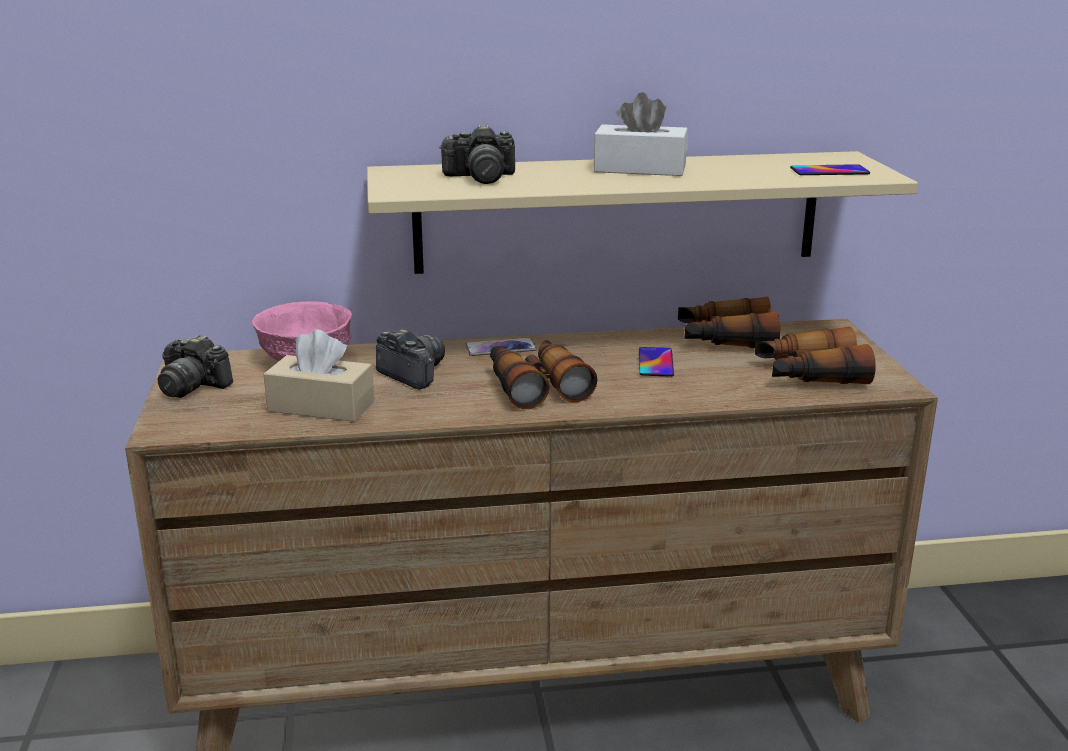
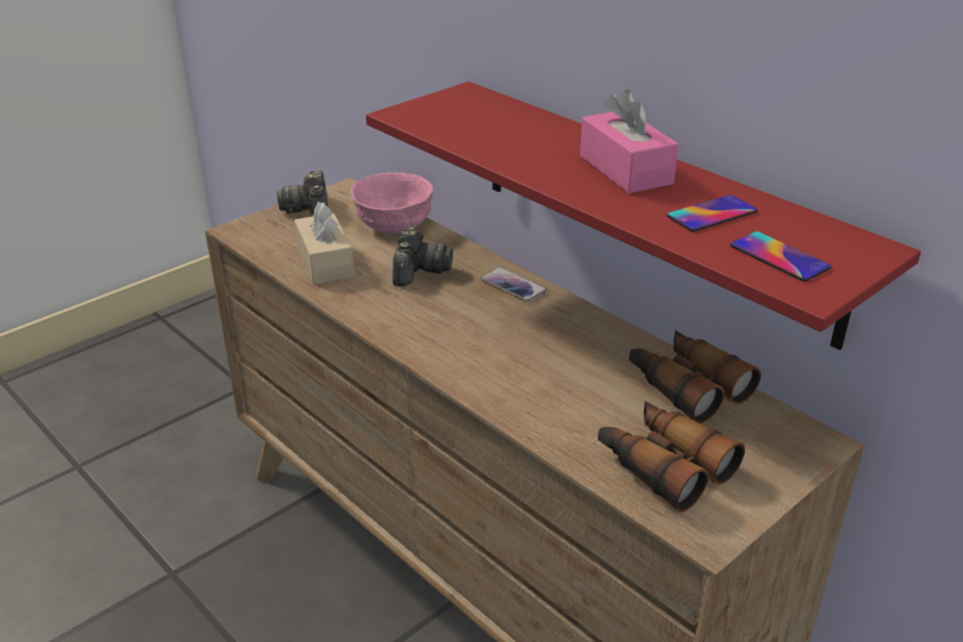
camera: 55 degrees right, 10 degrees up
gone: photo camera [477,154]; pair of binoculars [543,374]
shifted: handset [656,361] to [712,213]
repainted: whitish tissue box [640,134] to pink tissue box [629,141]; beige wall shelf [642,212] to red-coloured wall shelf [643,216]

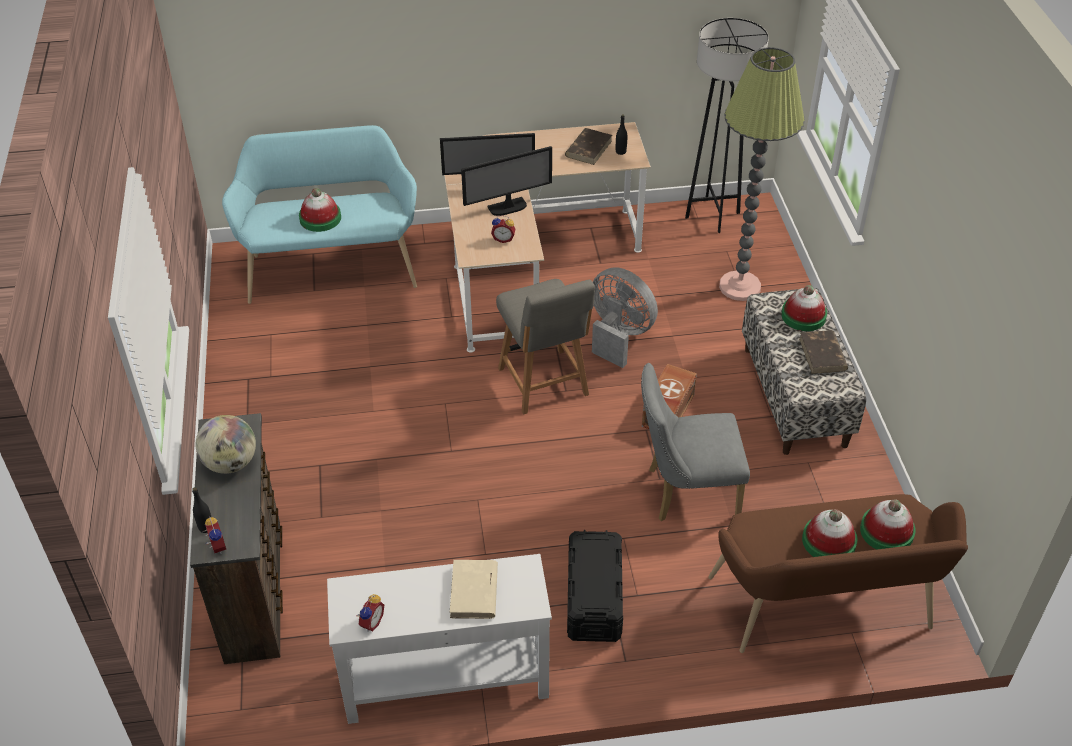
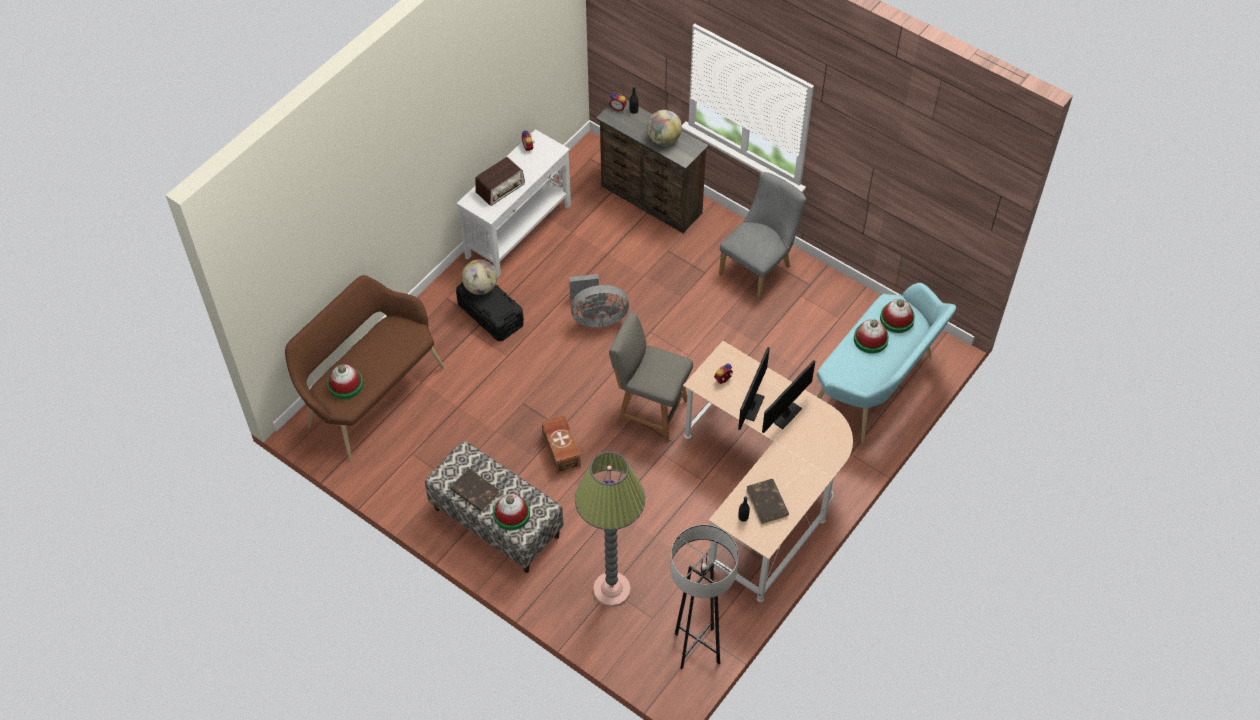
camera: 135 degrees right, 10 degrees up
new: globe [479,277]
shifted: grey fan [625,317] to [599,300]; grey chair [695,442] to [762,236]; clothing hat [829,533] to [897,316]
swapped: beige bound book [474,589] to radio [500,181]

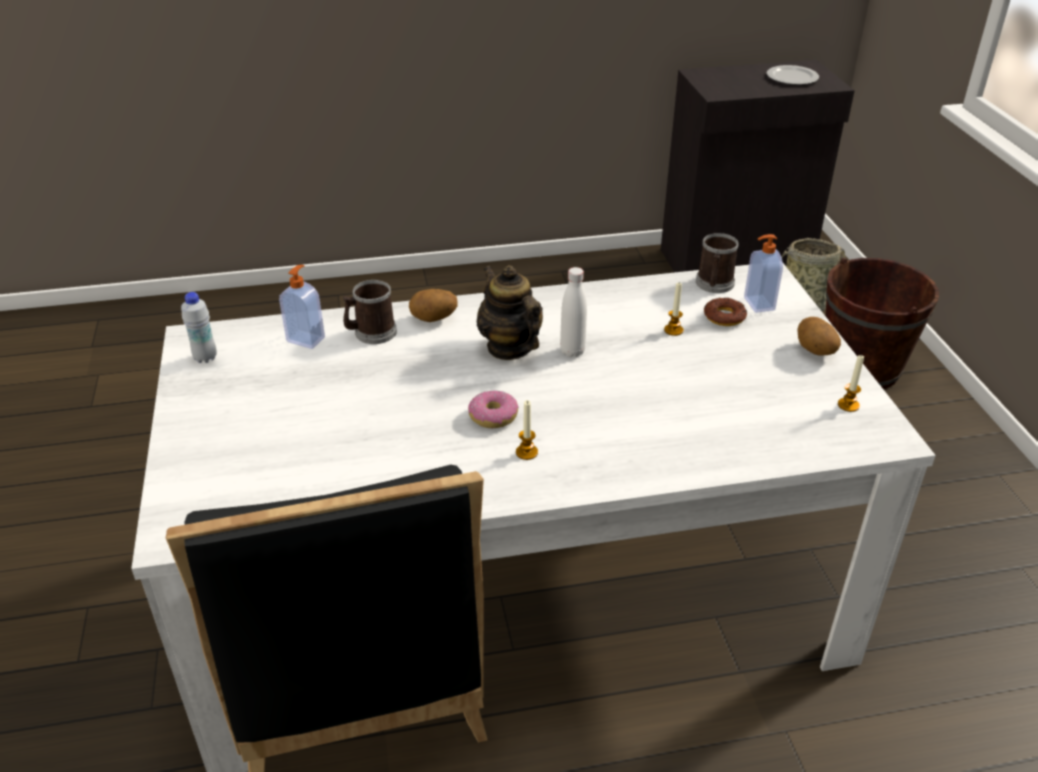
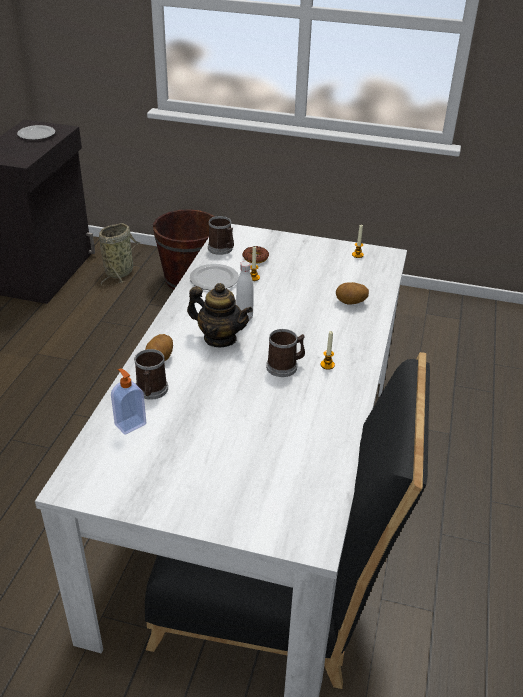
camera: 65 degrees left, 0 degrees up
gone: liquid soap bottle [763,273]; whitish drink bottle [199,327]
new: dinner plate [214,277]
shifted: whole potato [819,336] to [352,293]
swapped: doughnut [493,409] to tea mug [285,353]
rotated: pot for tea [510,312] = [220,315] 150 degrees counterclockwise

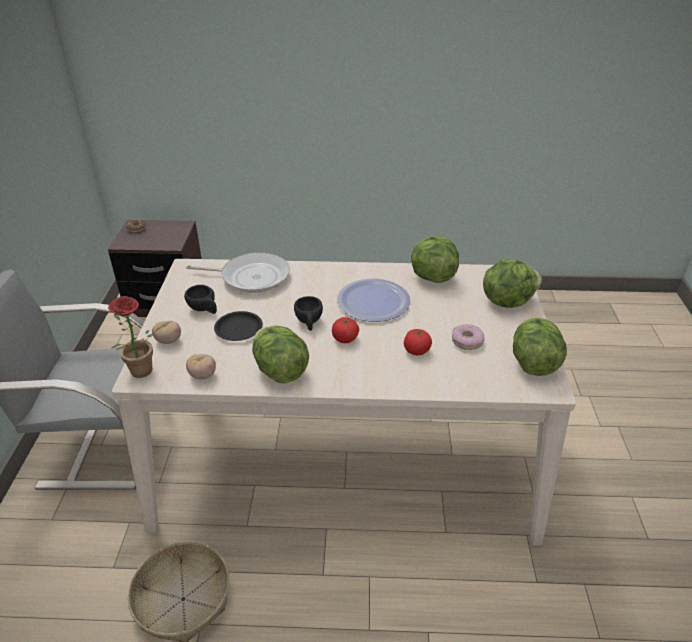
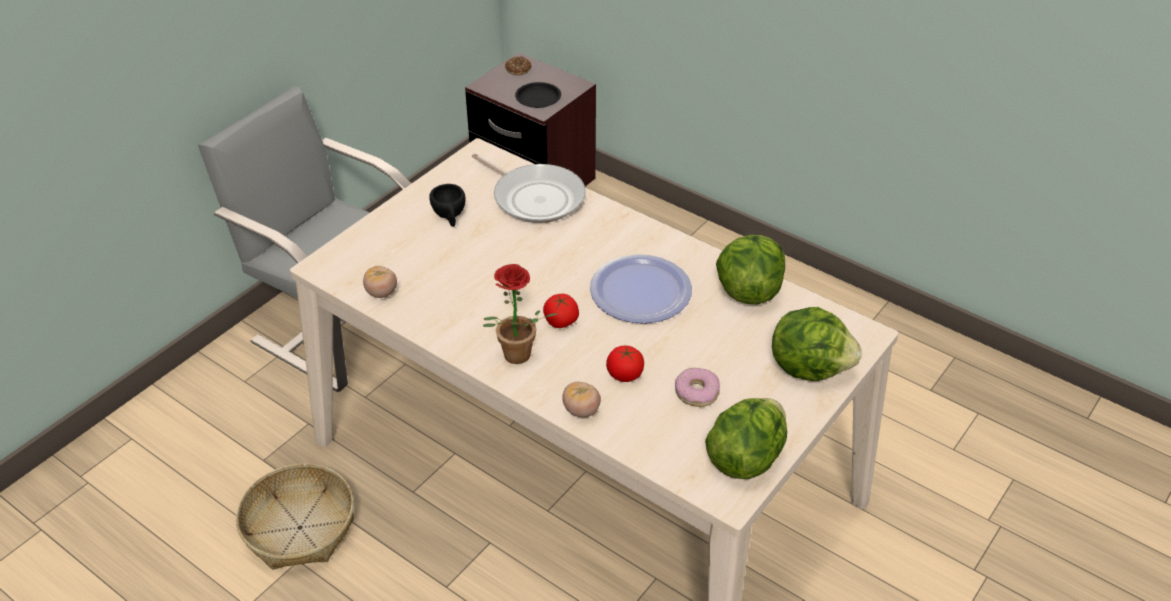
camera: 35 degrees right, 5 degrees up
gone: blackish small cup [308,313]; head of lettuce [280,354]
shifted: houseplant [136,337] to [520,314]; blackish dinner plate [238,326] to [538,95]; fresh tomato [166,332] to [582,399]

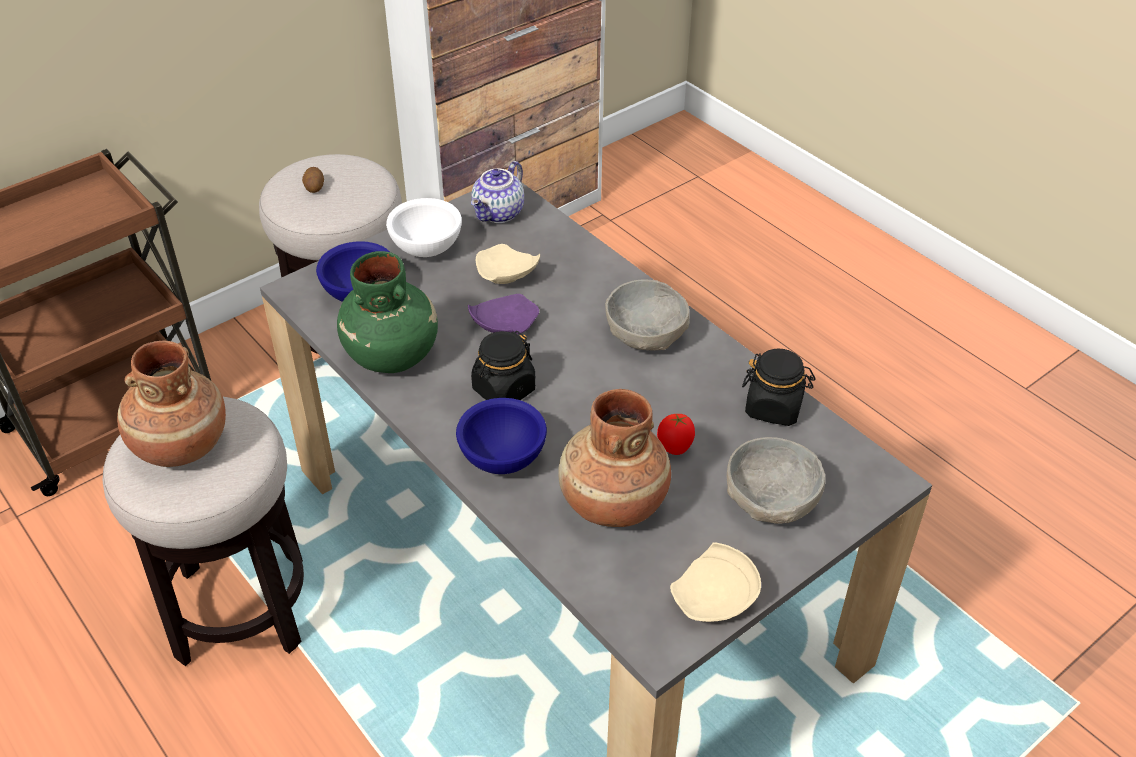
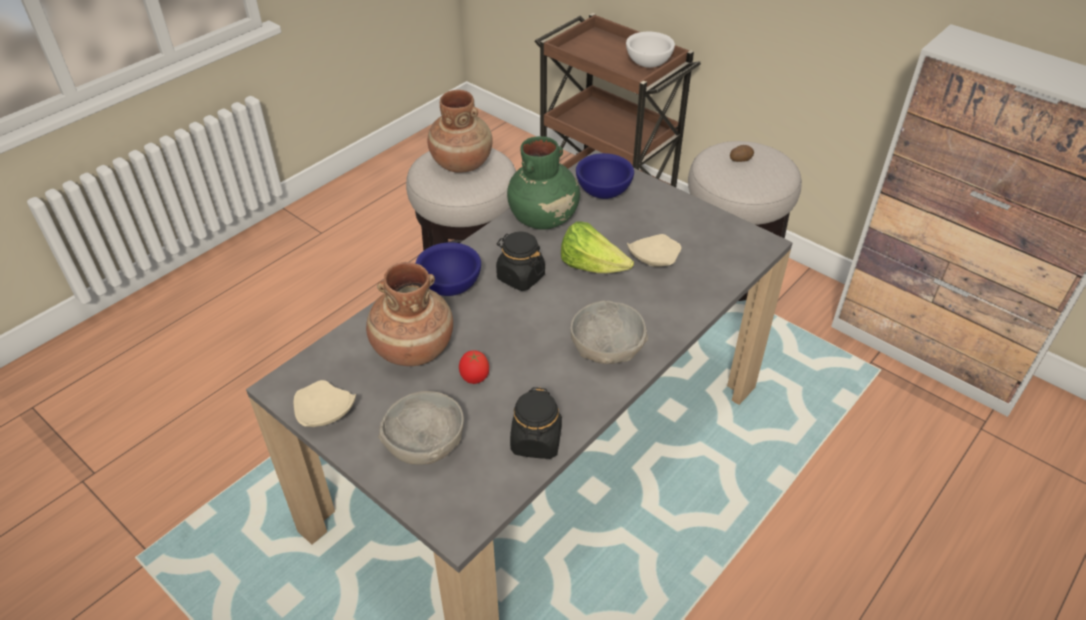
camera: 80 degrees right, 0 degrees up
gone: pot for tea [497,192]
shifted: whitish serving bowl [424,227] to [650,50]
swapped: purple dinner plate [503,314] to head of lettuce [597,247]

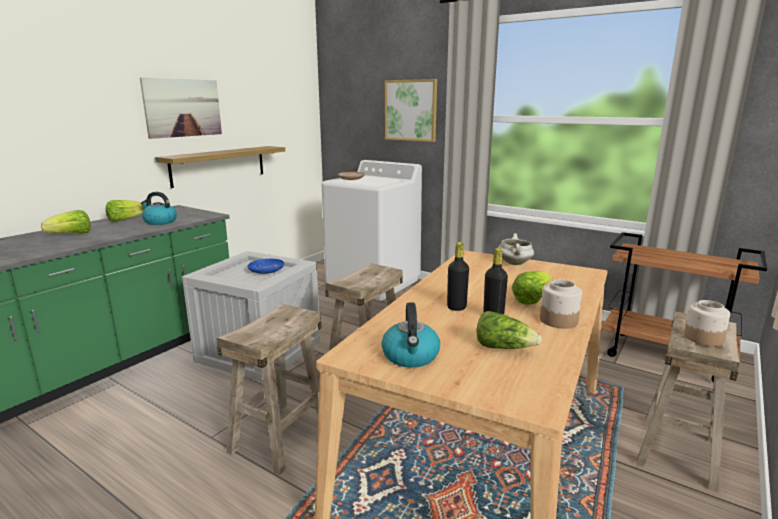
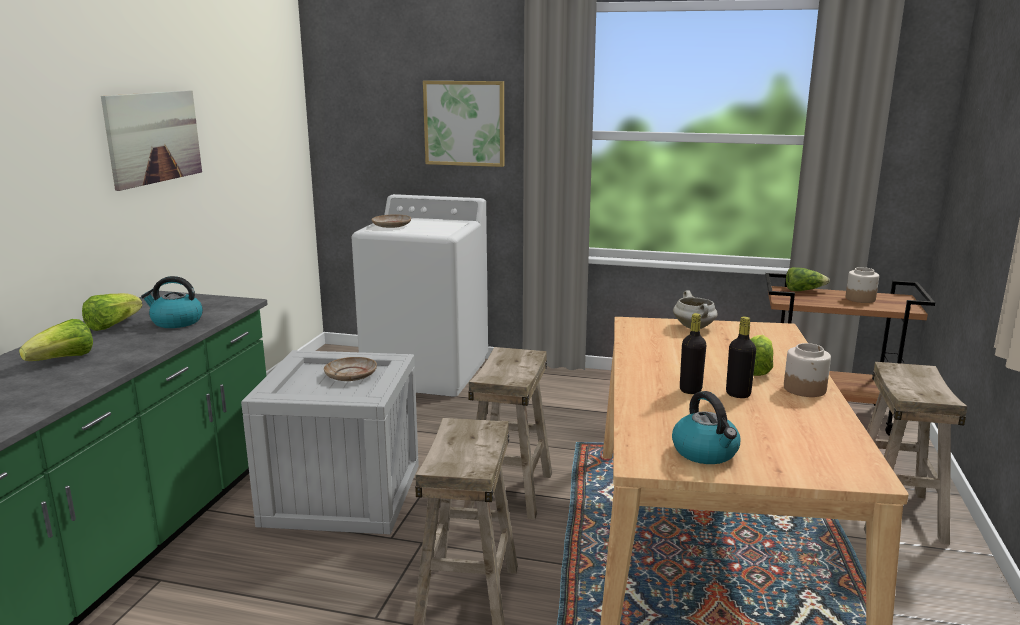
camera: 20 degrees left, 0 degrees up
gone: wall shelf [220,167]
shifted: storage jar [707,323] to [862,285]; head of lettuce [509,330] to [808,279]
repainted: blue-coloured dinner plate [265,266] to beige dinner plate [350,369]

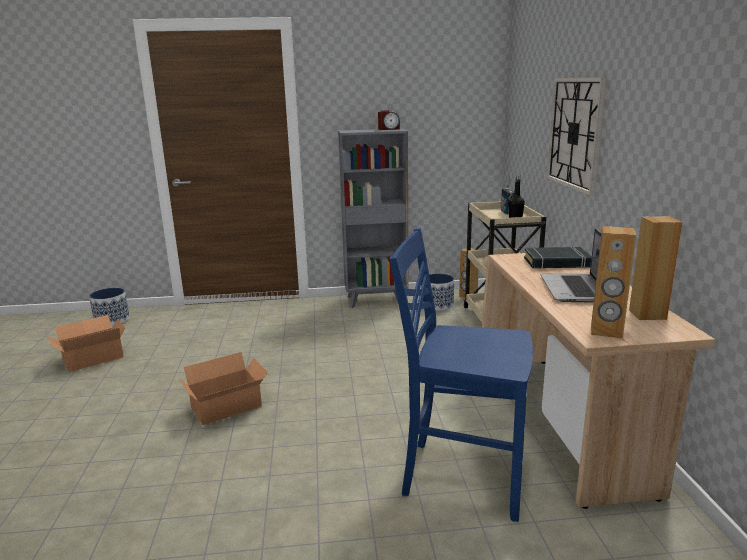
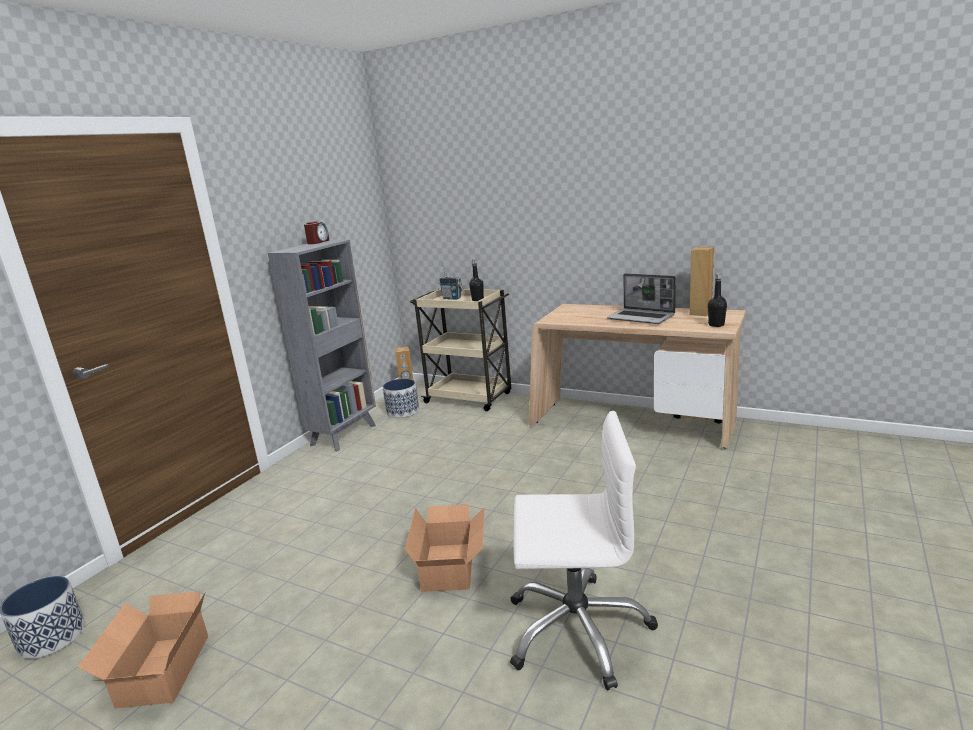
camera: 55 degrees left, 0 degrees up
gone: hanging clock [576,136]; blue-coloured chair [461,375]; blackish bound book [558,258]
new: whitish office chair [584,550]
swapped: brownish audio speaker [613,282] to blackish drink bottle [717,300]

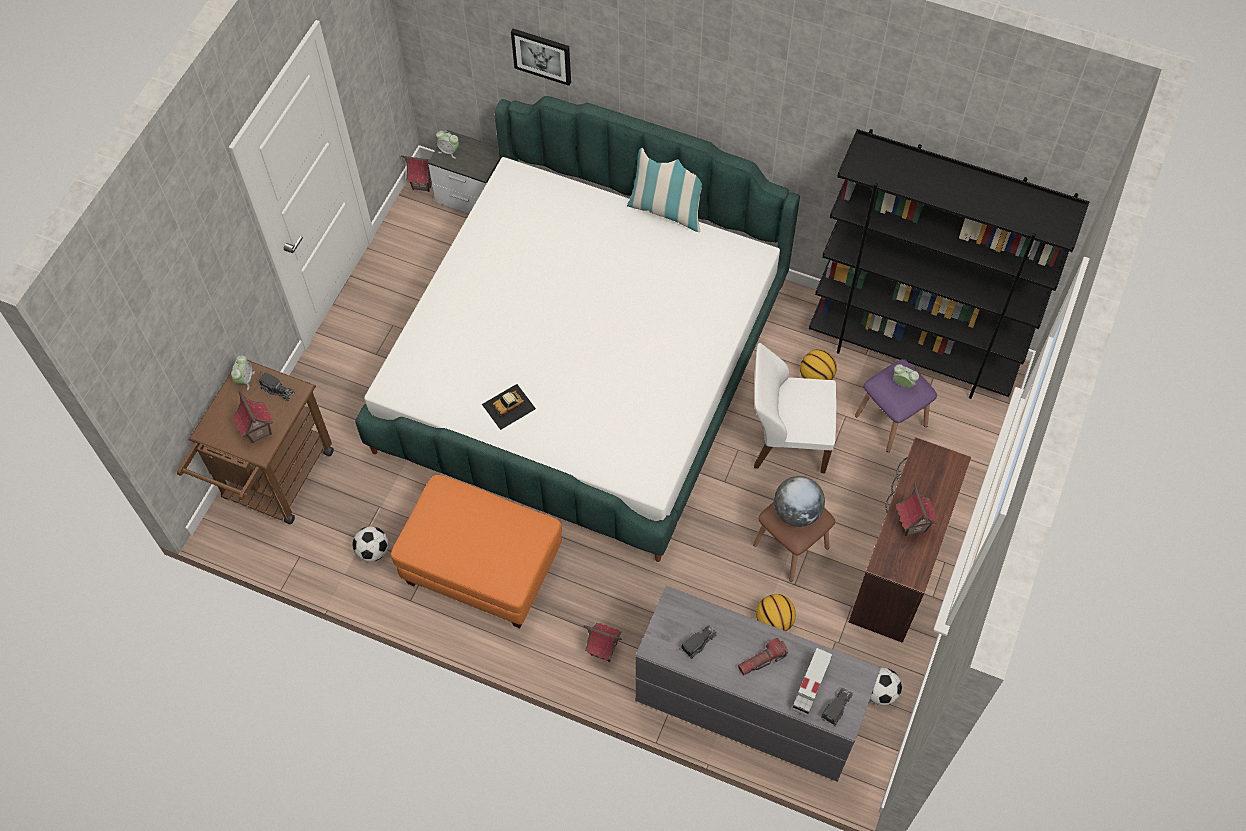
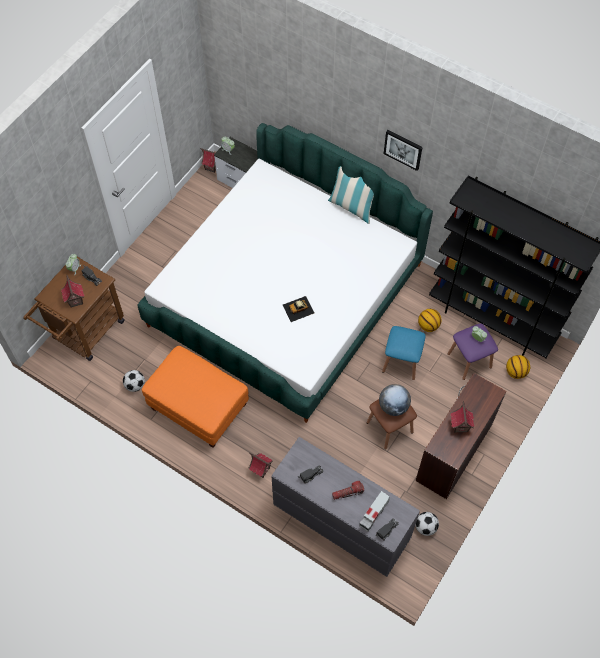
camera: 10 degrees right, 0 degrees up
shifted: picture [541,57] to [403,150]; model car [509,407] to [298,309]; basketball [776,612] to [518,367]
swapped: whitish chair [795,408] to blue-coloured sitting stool [403,353]

